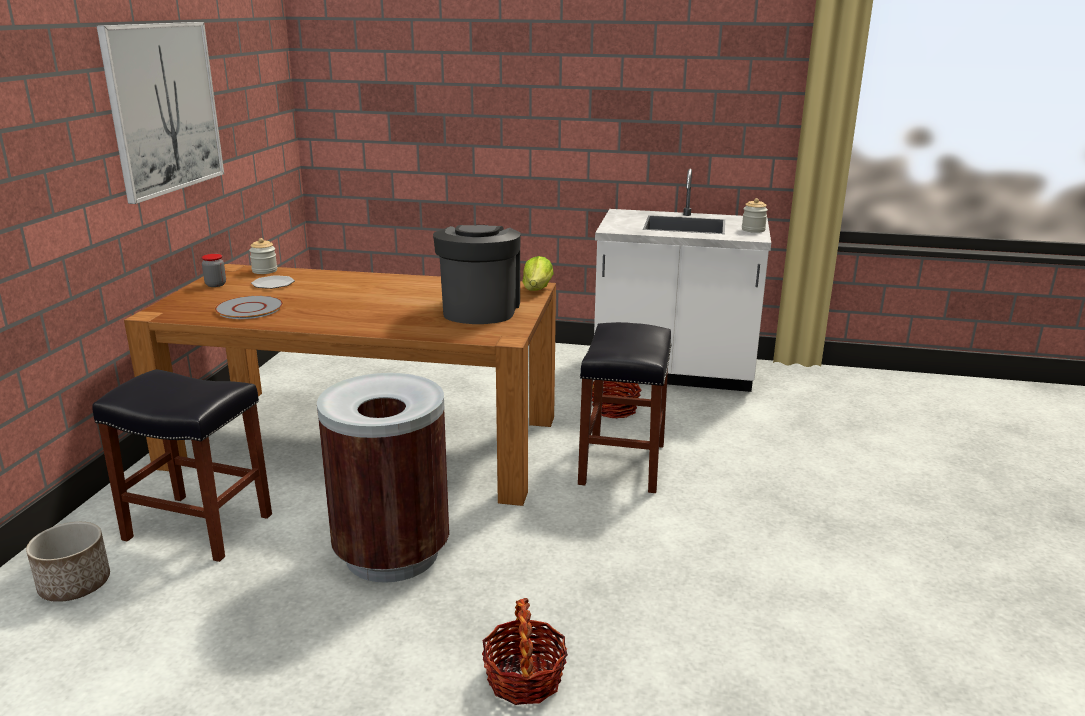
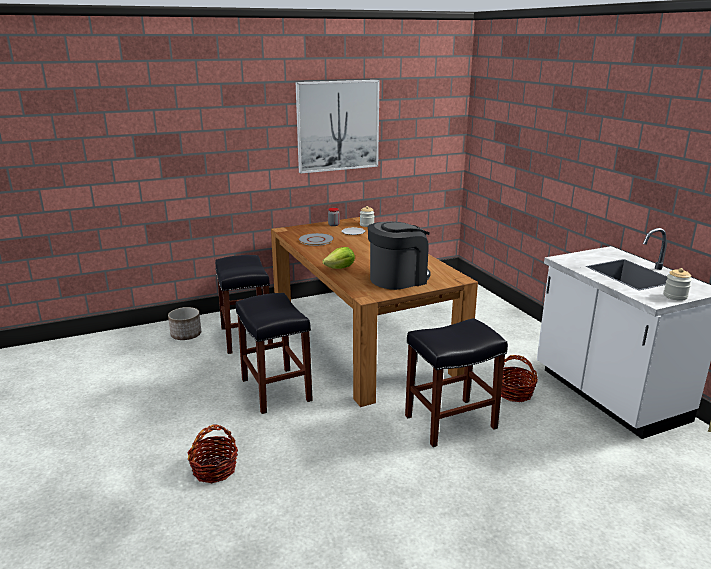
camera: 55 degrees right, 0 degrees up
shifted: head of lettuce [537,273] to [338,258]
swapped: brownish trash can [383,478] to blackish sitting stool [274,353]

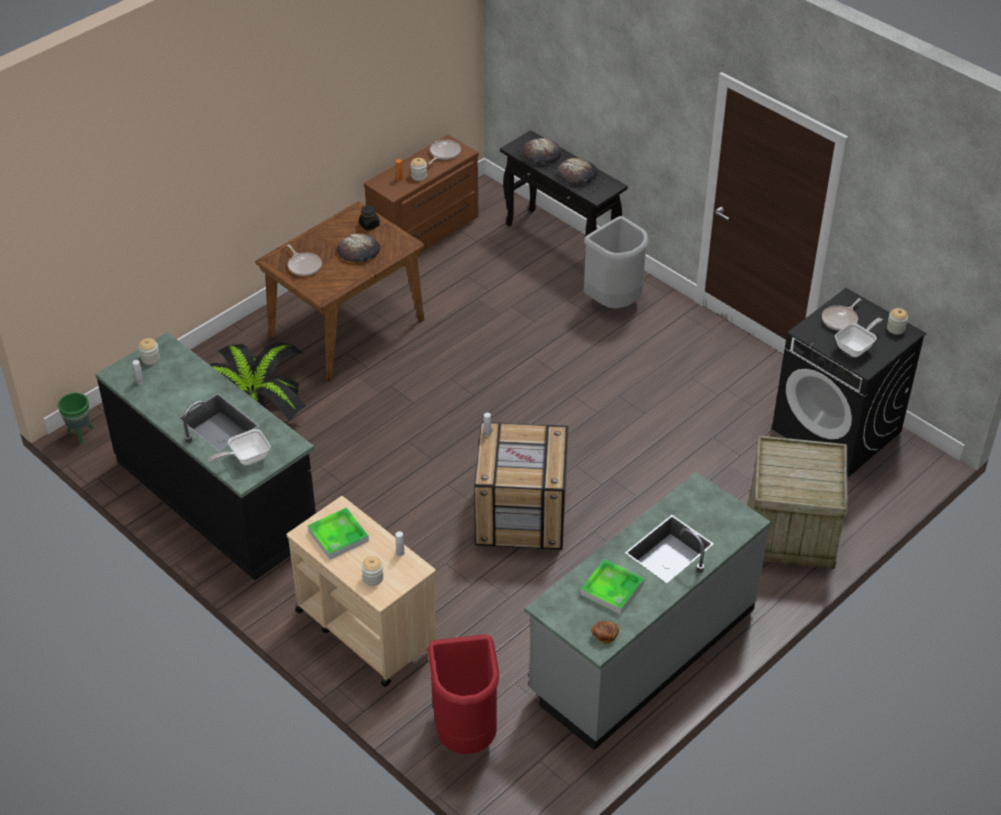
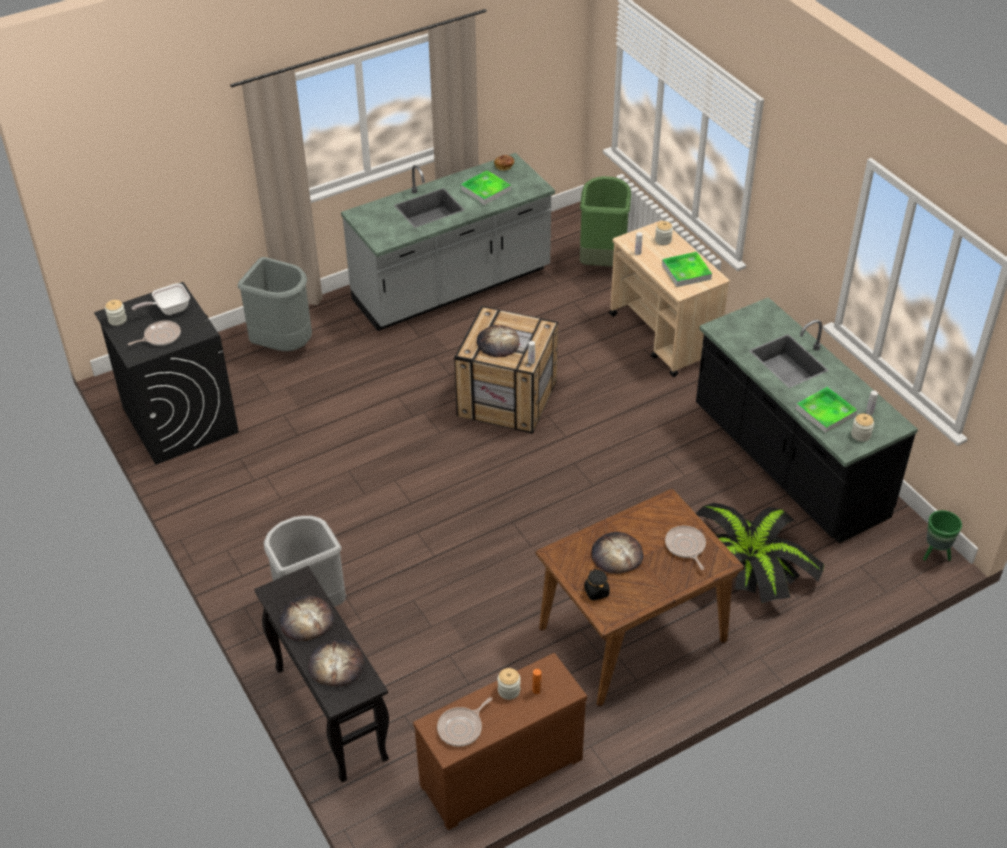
camera: 165 degrees left, 0 degrees up
gone: pan [239,447]
new: bread [498,341]; serving tray [826,410]
swapped: shipping crate [798,502] to grey trash can [275,304]
repainted: red-coloured trash can [463,694] to greenish trash can [605,221]

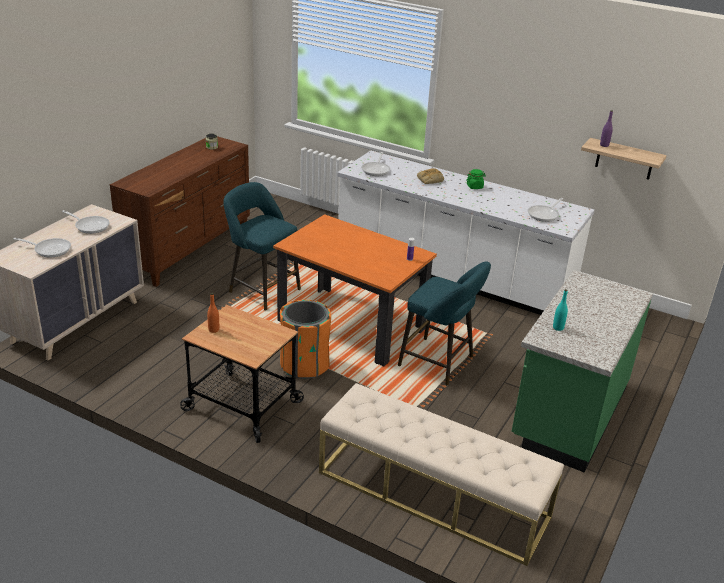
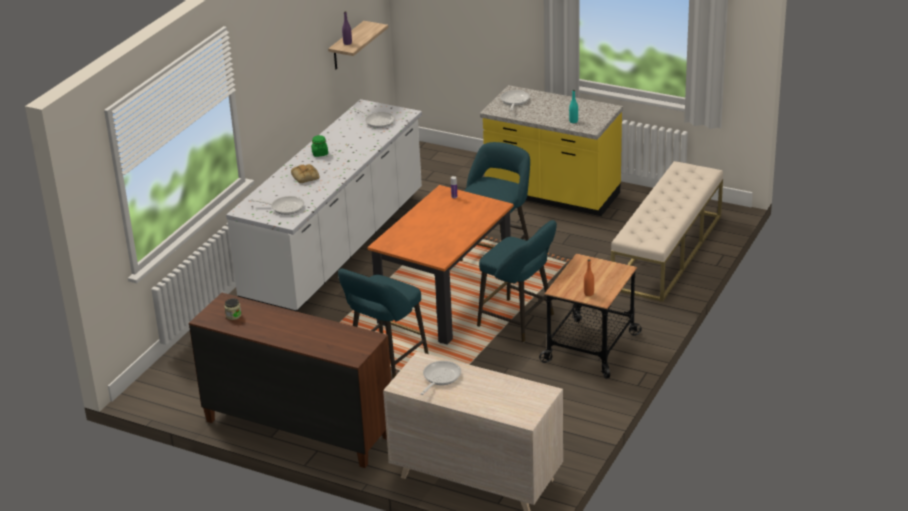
camera: 90 degrees left, 0 degrees up
shifted: pan [42,247] to [515,100]
swapped: orangey trash can [305,339] to blue-green sitting stool [517,281]
repainted: greenish kitchen base unit [582,371] to yellow kitchen base unit [551,150]

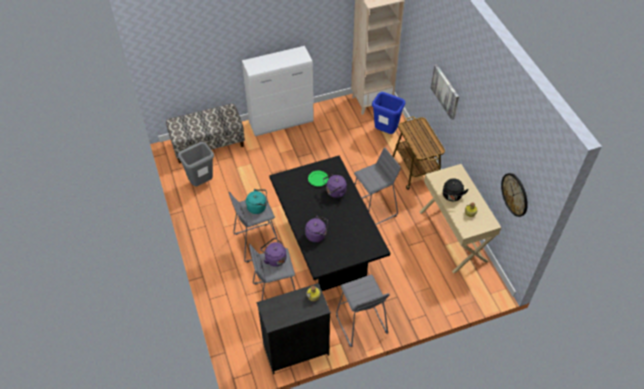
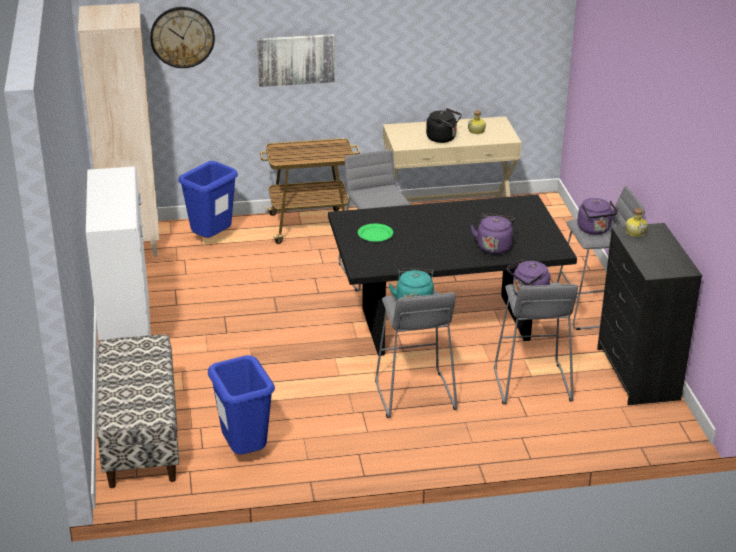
camera: 80 degrees left, 20 degrees down
shifted: hanging clock [514,195] to [182,37]; purple tea kettle [335,186] to [597,216]
repainted: grey trash can [196,164] to blue-coloured trash can [241,404]

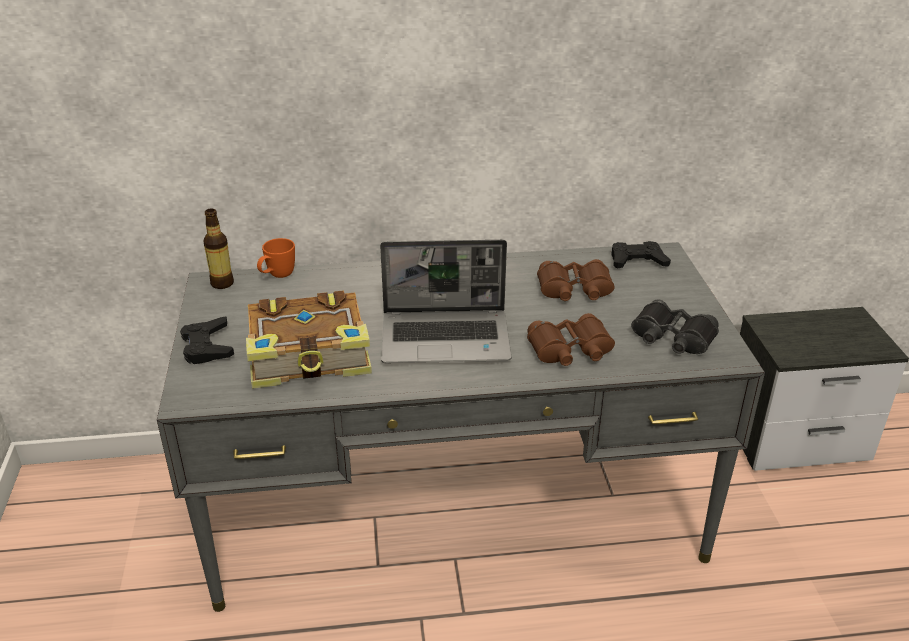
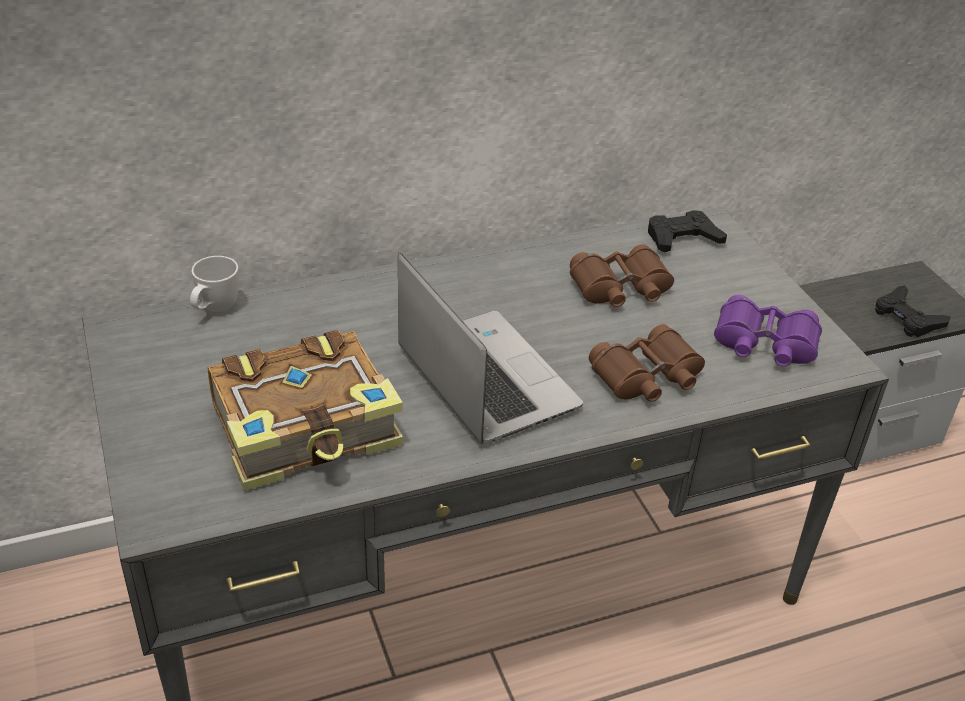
camera: 15 degrees left, 5 degrees up
gone: drink bottle [218,248]
shifted: blackish gamepad [207,340] to [913,311]
repainted: orangey tea mug [276,258] to whitish tea mug [214,284]; blackish pair of binoculars [675,326] to purple pair of binoculars [768,331]
rotated: laptop [446,301] = [490,349] 105 degrees counterclockwise

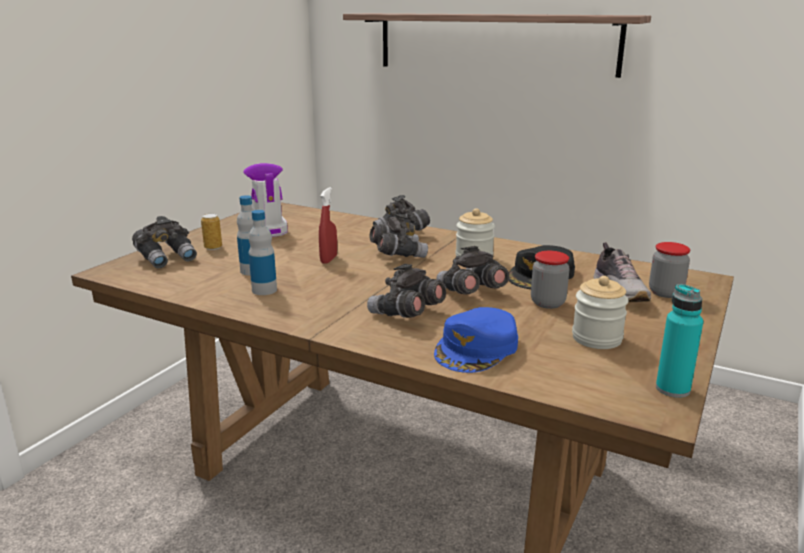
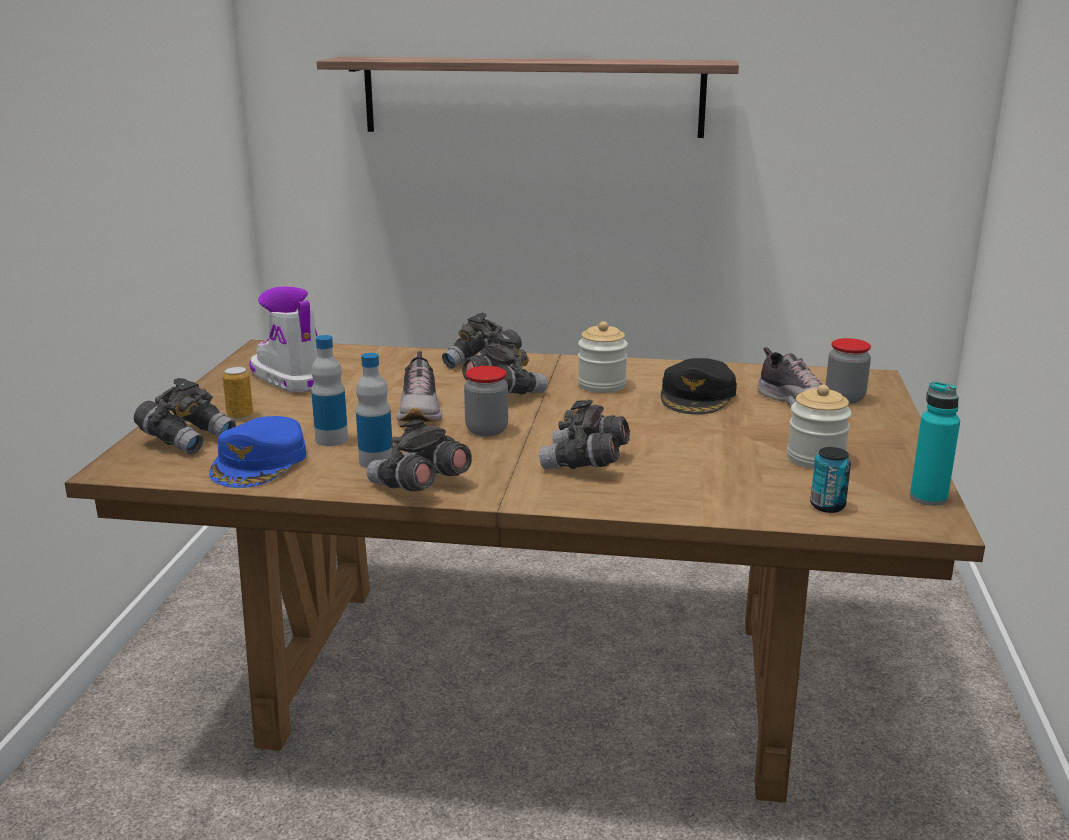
camera: 20 degrees left, 0 degrees up
new: can [830,480]
shifted: grey pair of binoculars [472,270] to [419,455]; storage jar [550,280] to [486,401]; blue-coloured baseball cap [476,340] to [257,452]
swapped: red-coloured hand sprayer [328,225] to shoe [419,386]

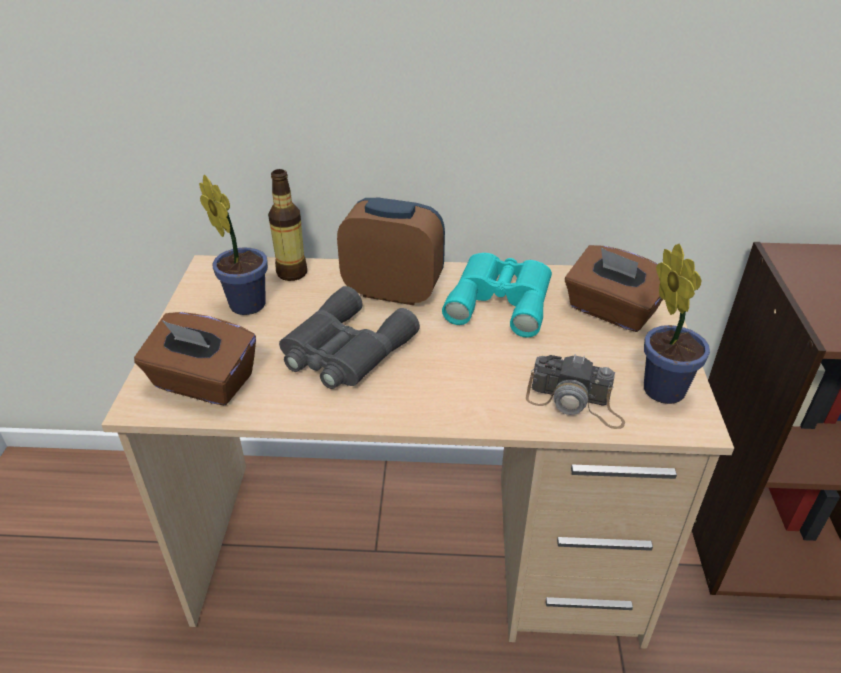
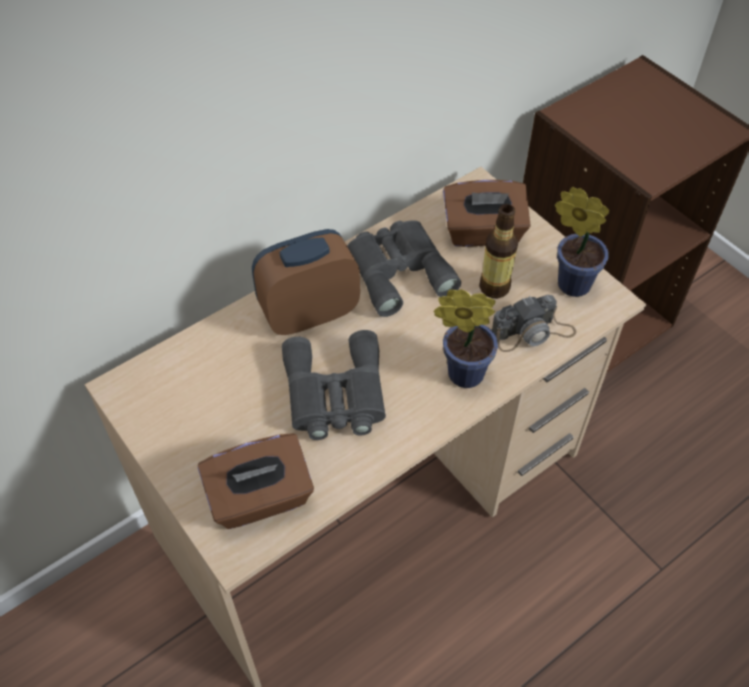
camera: 40 degrees left, 15 degrees up
shifted: drink bottle [287,225] to [498,251]; houseplant [233,244] to [465,338]
repainted: blue-green pair of binoculars [497,295] to grey pair of binoculars [404,268]

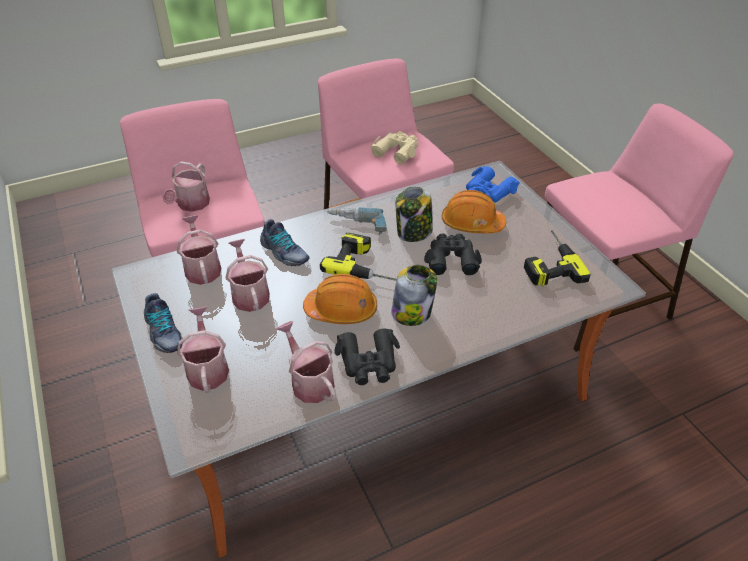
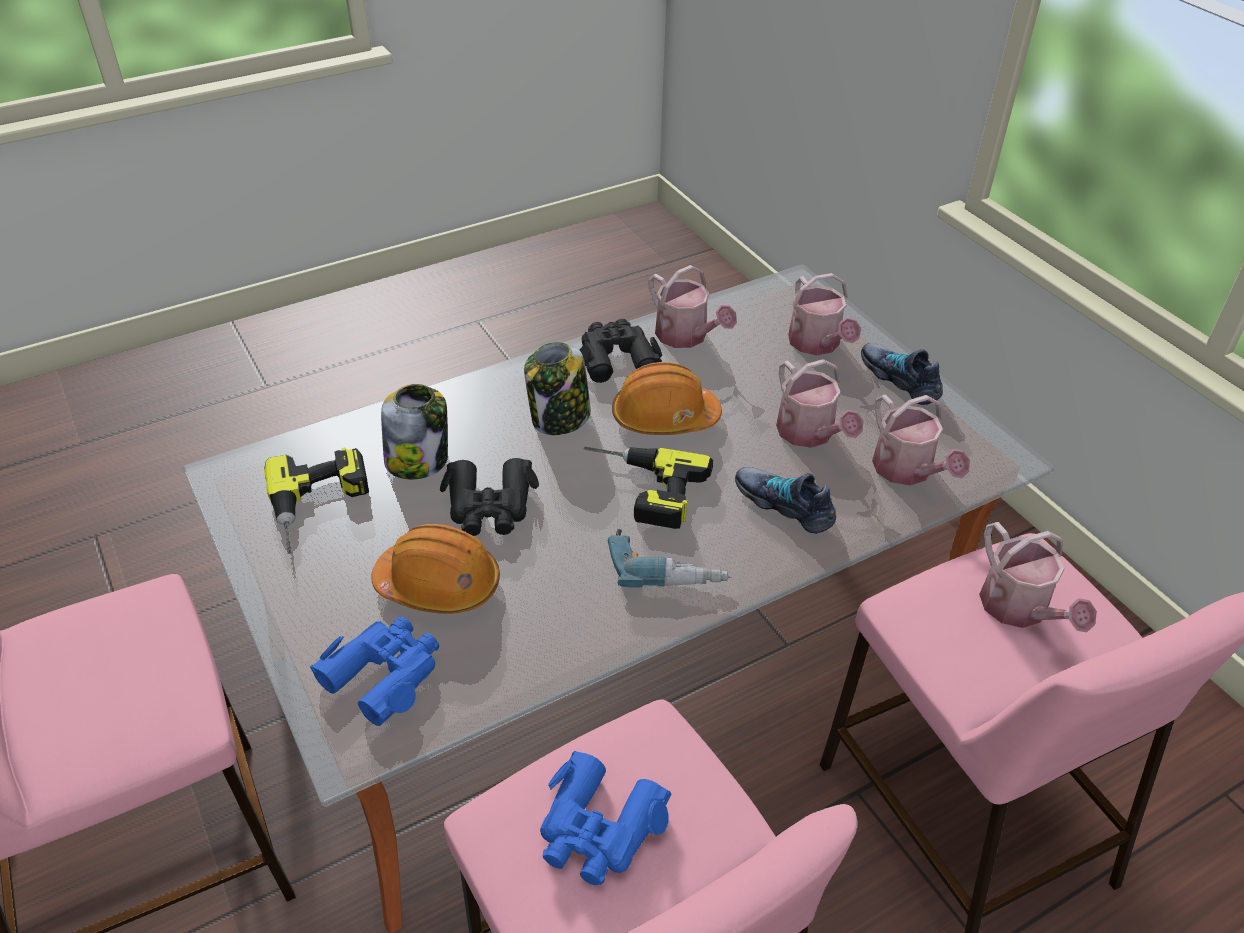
camera: 175 degrees right, 0 degrees up
shifted: storage jar [414,214] to [414,431]
repainted: beige pair of binoculars [394,147] to blue-coloured pair of binoculars [605,818]
rotated: sprinkling can [186,186] = [1038,577] 150 degrees clockwise

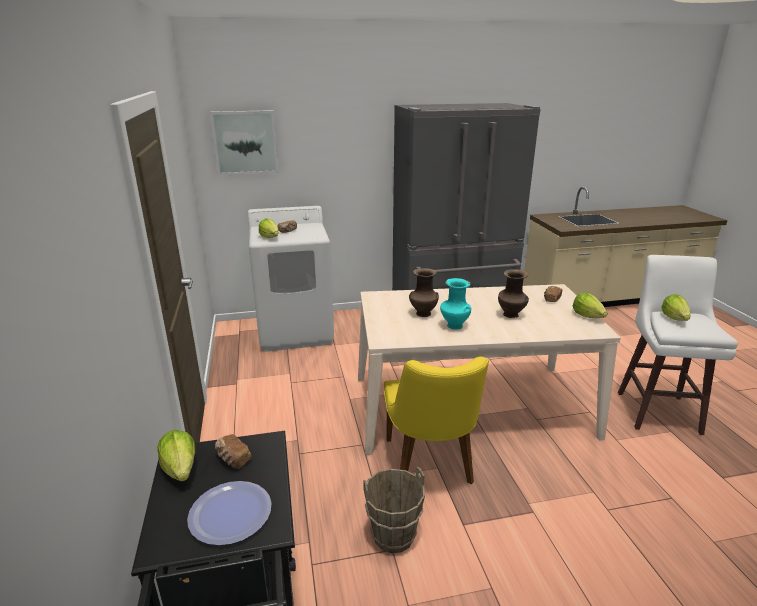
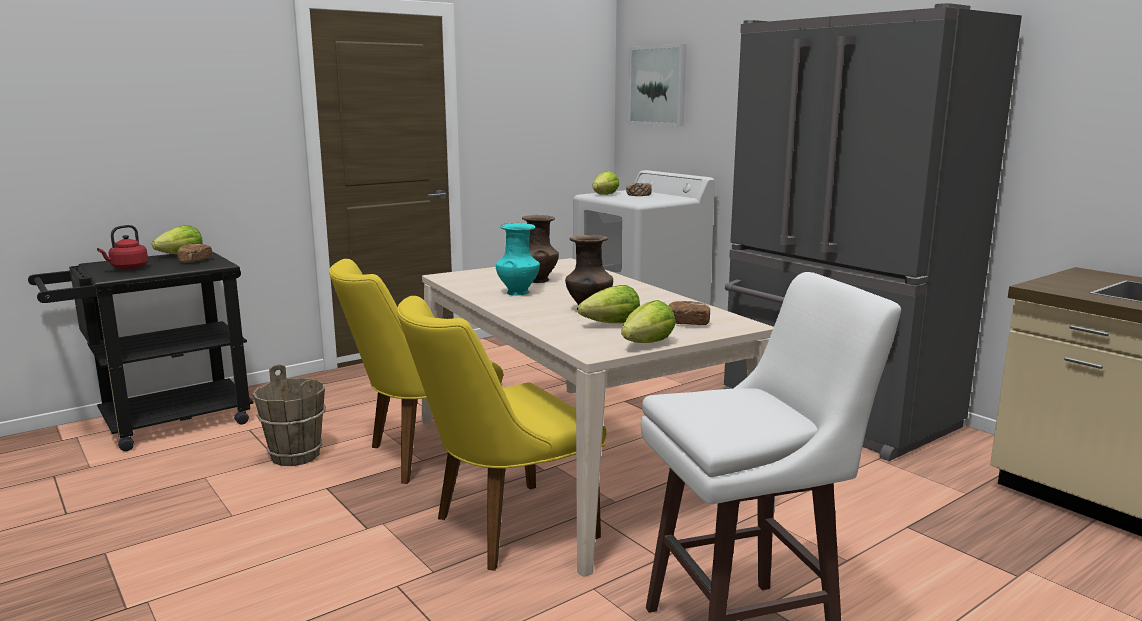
camera: 65 degrees right, 10 degrees down
new: yellow chair [501,433]
shifted: head of lettuce [676,307] to [609,304]
swapped: dinner plate [229,513] to red-coloured tea kettle [122,247]

